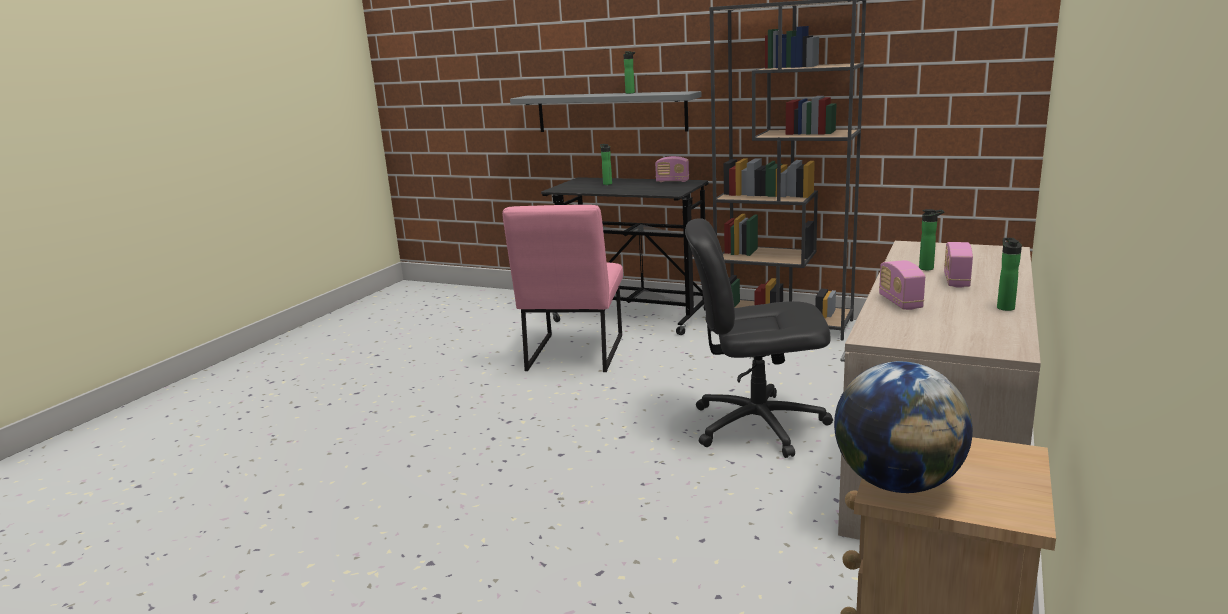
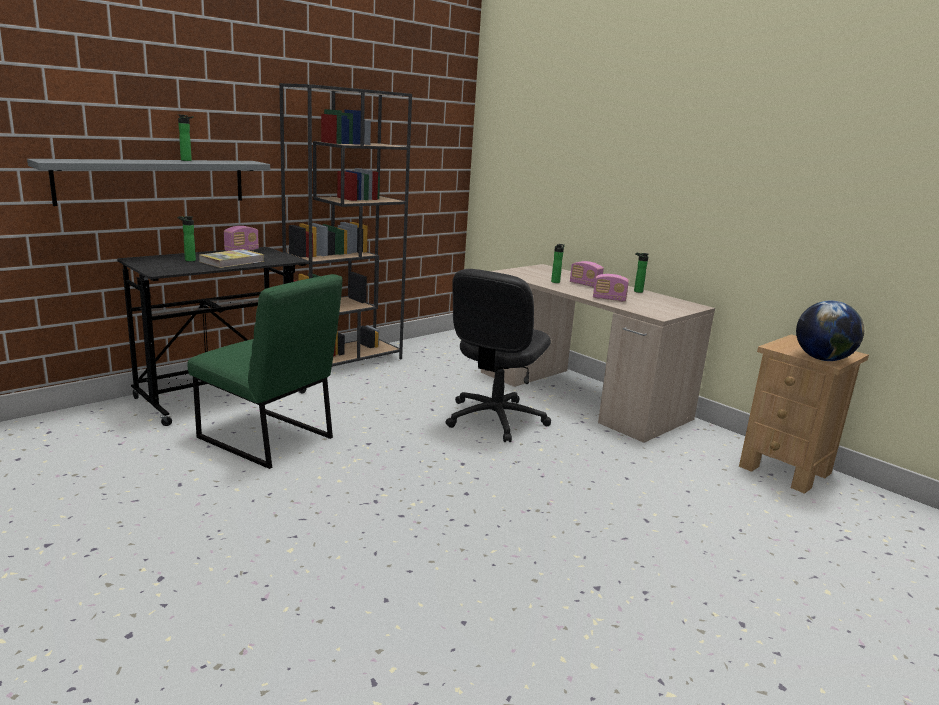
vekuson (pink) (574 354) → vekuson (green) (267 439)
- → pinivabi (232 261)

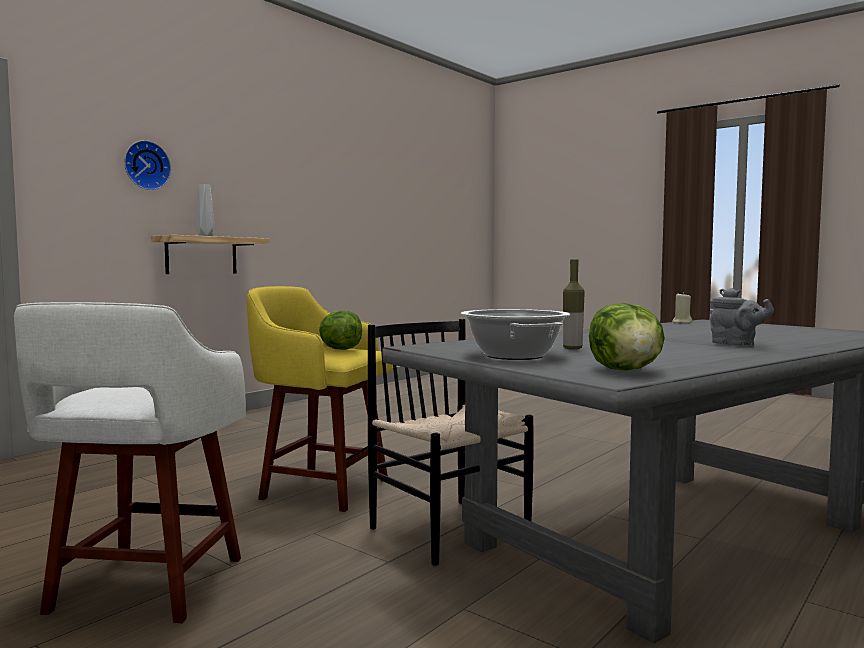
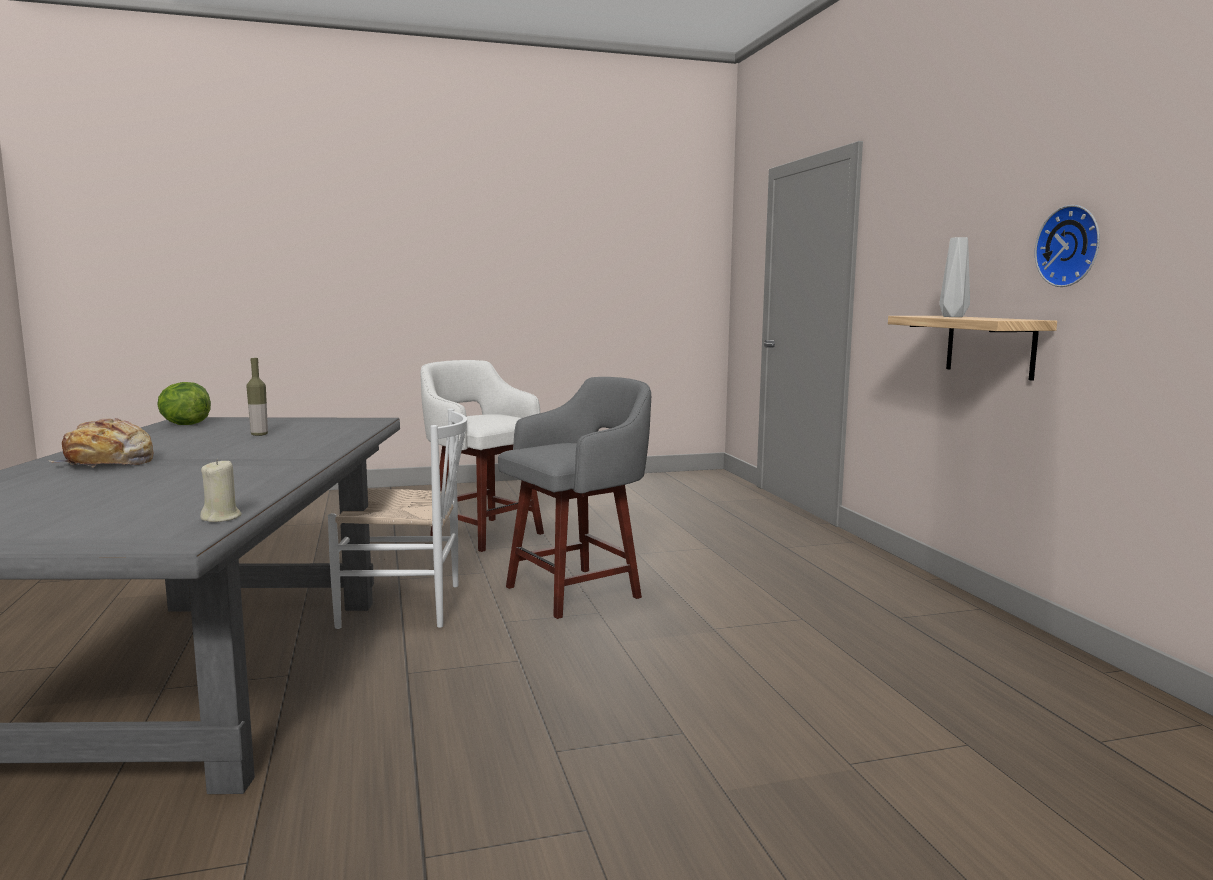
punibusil (146 165) → punibusil (1071 246), moved
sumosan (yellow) (321 489) → sumosan (grey) (577 591)
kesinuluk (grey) (736 344) → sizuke (109 463)
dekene (515 356) → -
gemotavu (340 349) → -
vekuson (black) (445 528) → vekuson (white) (407 606)

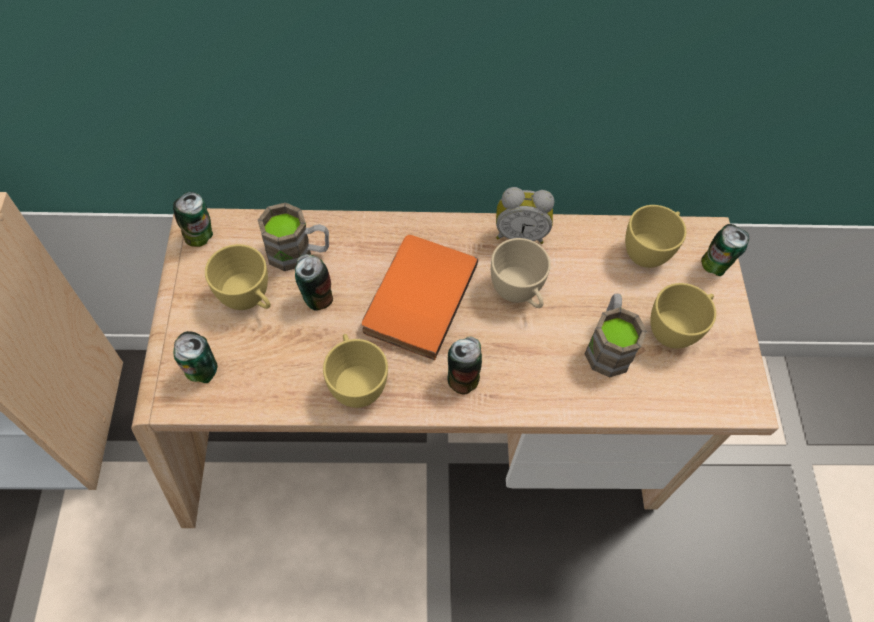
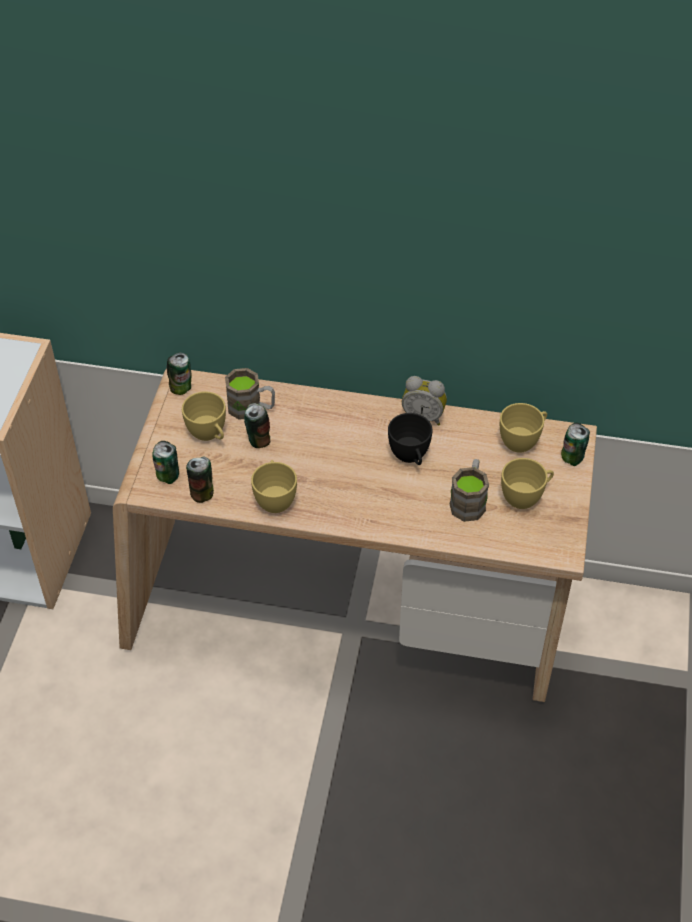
pinivabi (orange) (416 296) → -
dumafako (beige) (518 294) → dumafako (black) (410 457)
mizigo (462 378) → mizigo (202 493), moved

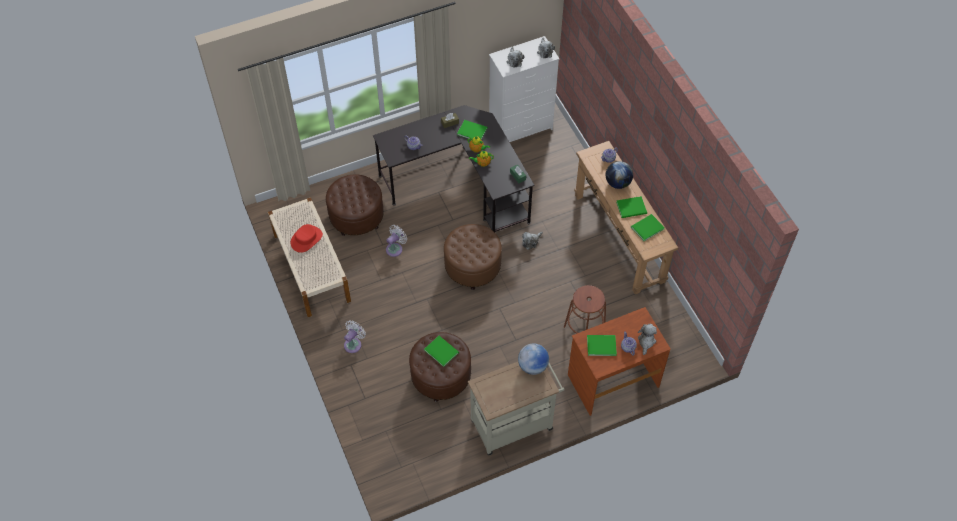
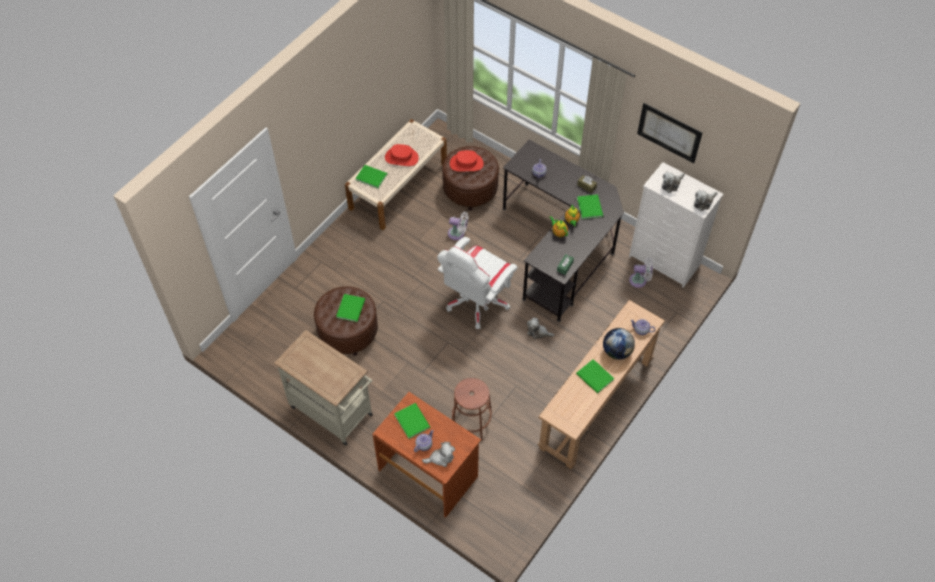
pinivabi (green) (646 228) → pinivabi (green) (371 176), moved
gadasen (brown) (472 268) → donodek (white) (477 300)
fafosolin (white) (354 343) → fafosolin (white) (640 280), moved
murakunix (532 366) → -
- → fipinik (669 132)
- → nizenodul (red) (466 163)

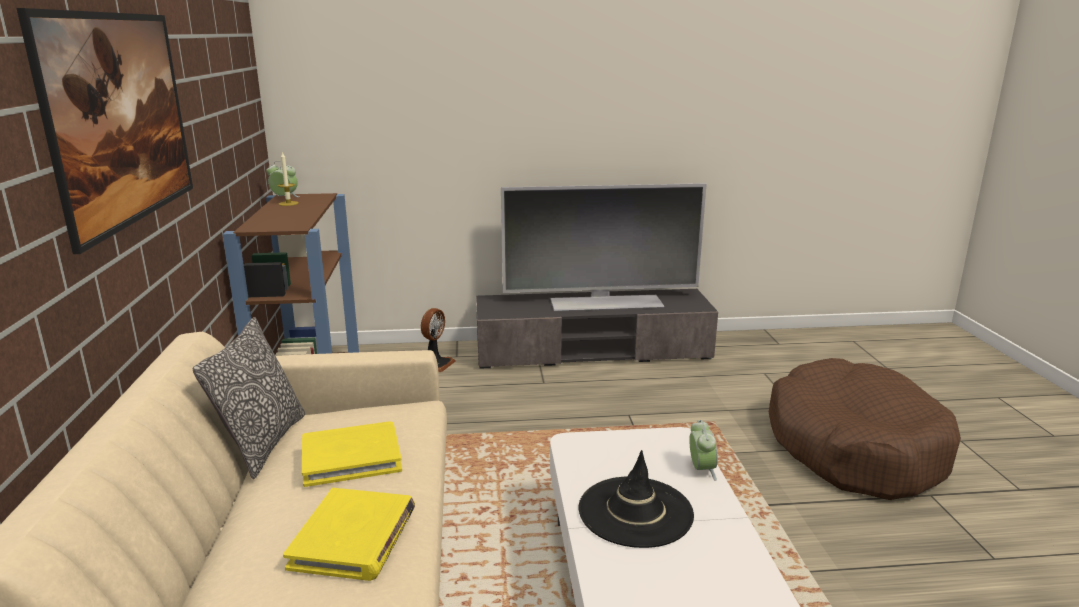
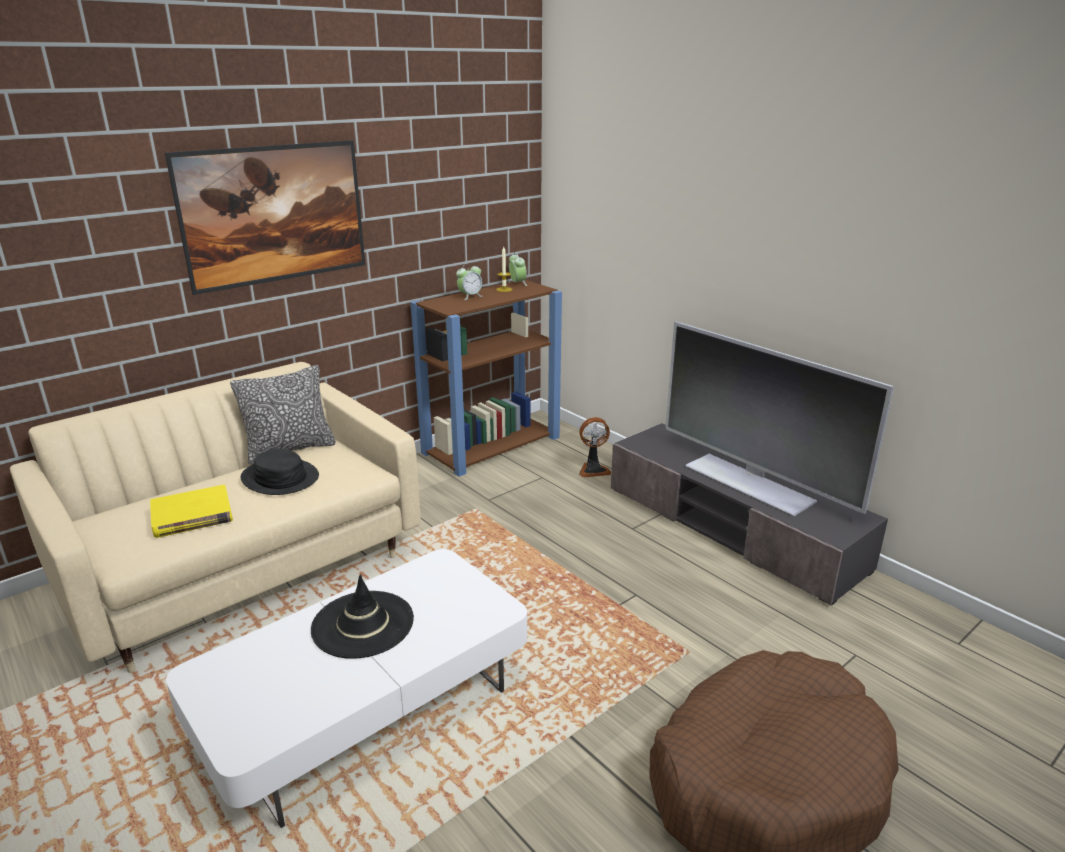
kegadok (701 470) → kegadok (470 296), moved
pinivabi (yellow) (351 457) → nizenodul (black) (280 478)

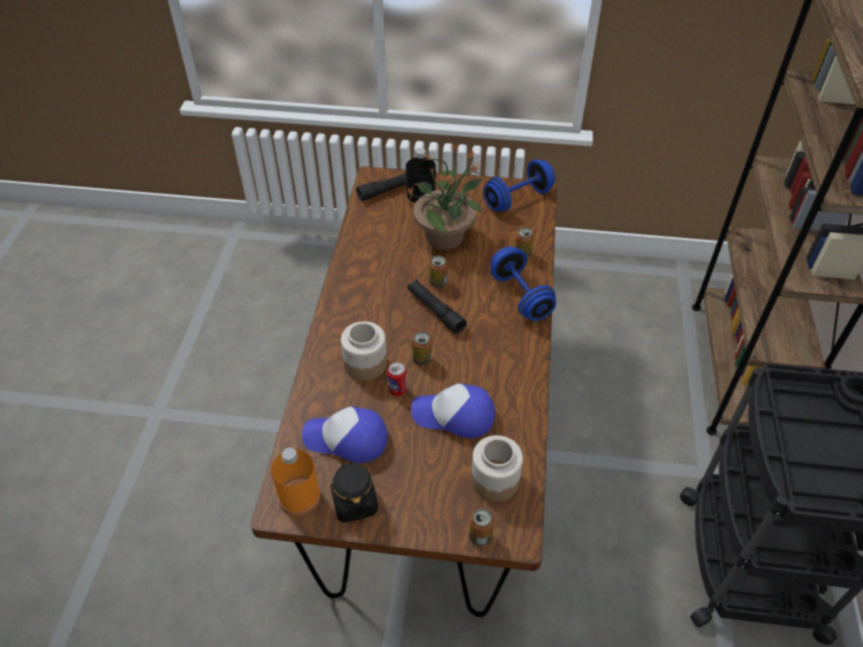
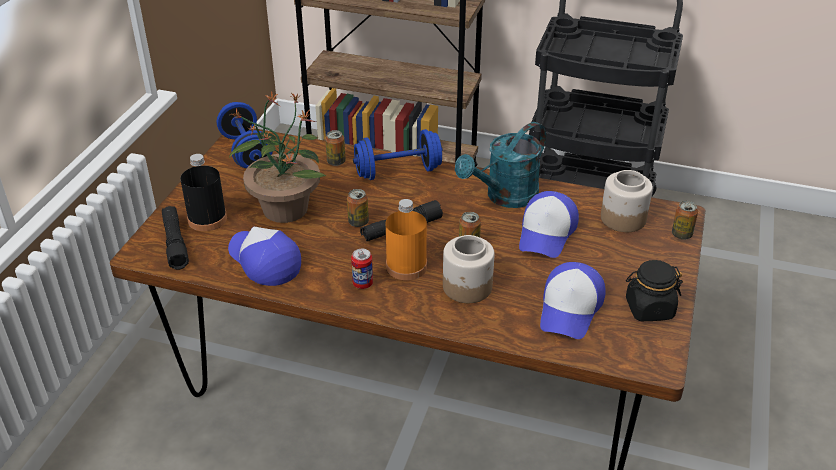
mizigo (397 390) → mizigo (362 284), moved
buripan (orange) (299 497) → buripan (orange) (406 266), moved
- → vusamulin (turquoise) (505 197)
- → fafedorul (264 261)

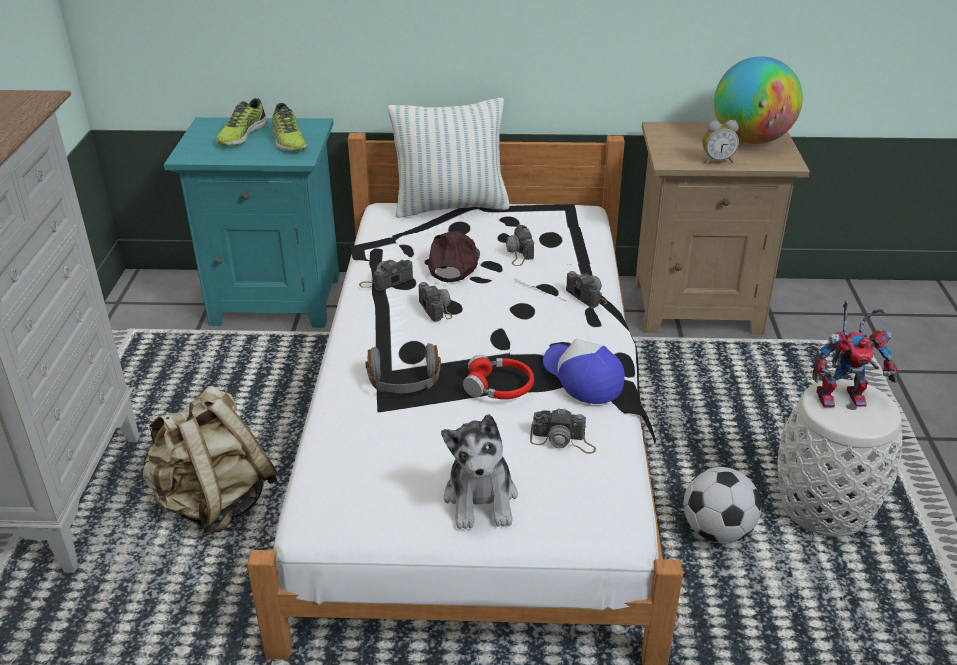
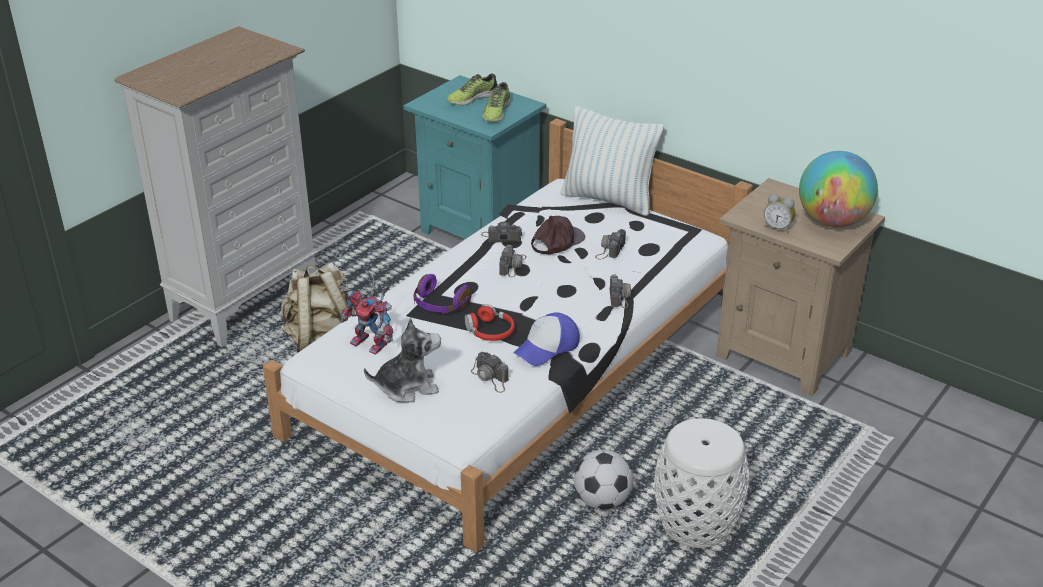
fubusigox (843 396) → fubusigox (373 344), moved
fafedorul (582 377) → fafedorul (547 347), 135 degrees counterclockwise
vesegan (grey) (404 382) → vesegan (purple) (439 305)
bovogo (481 498) → bovogo (407 387), 135 degrees counterclockwise

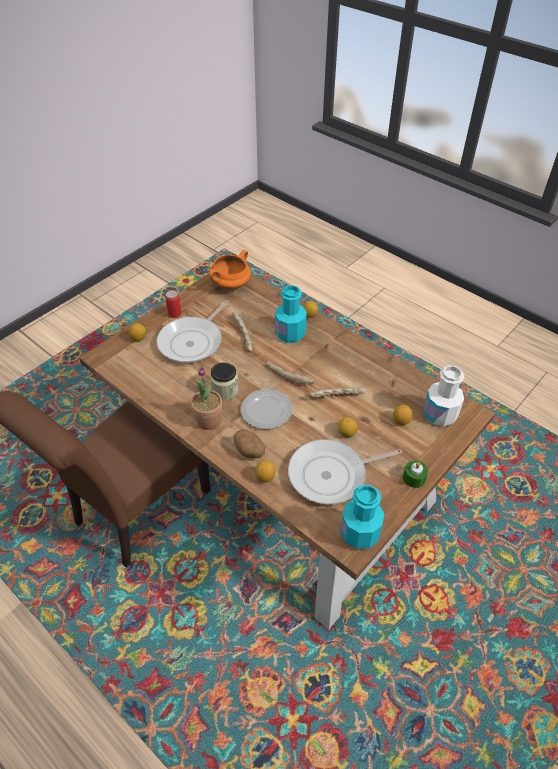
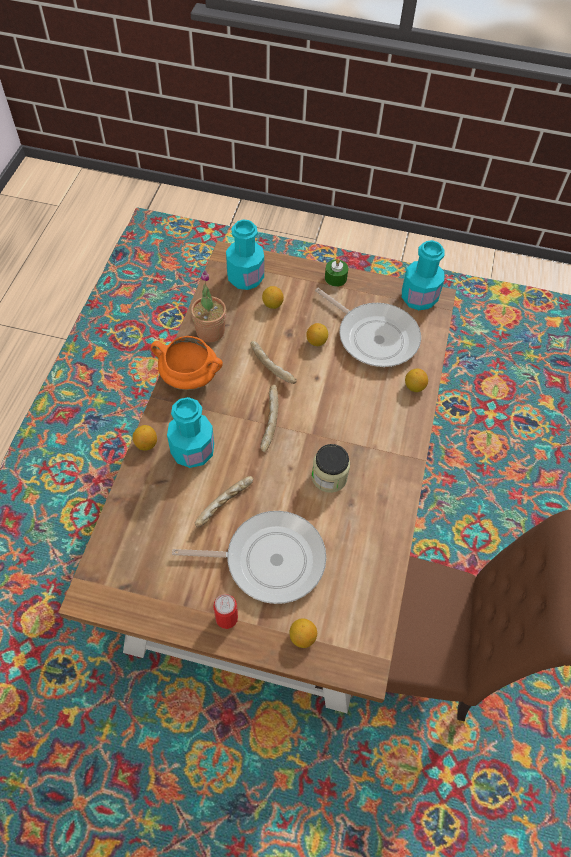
dekene (orange) (230 285) → dekene (orange) (190 377), moved
buripan (white) (440 414) → buripan (turquoise) (245 278)
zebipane (208 420) → zebipane (210 331), moved
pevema (266 410) → -
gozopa (250 451) → -

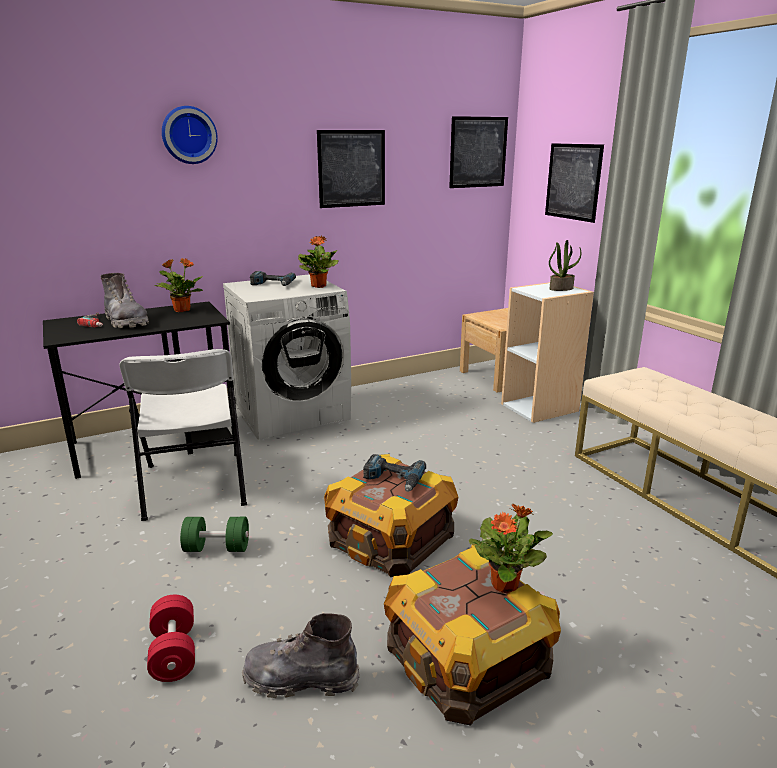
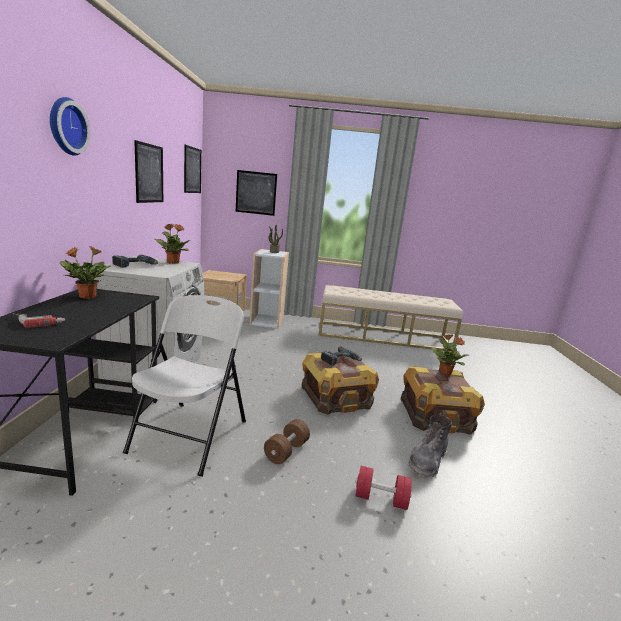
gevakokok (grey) (126 322) → -
vekuson (white) (194 485) → vekuson (white) (190 436), 90 degrees counterclockwise
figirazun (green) (217 548) → figirazun (brown) (286 451)

